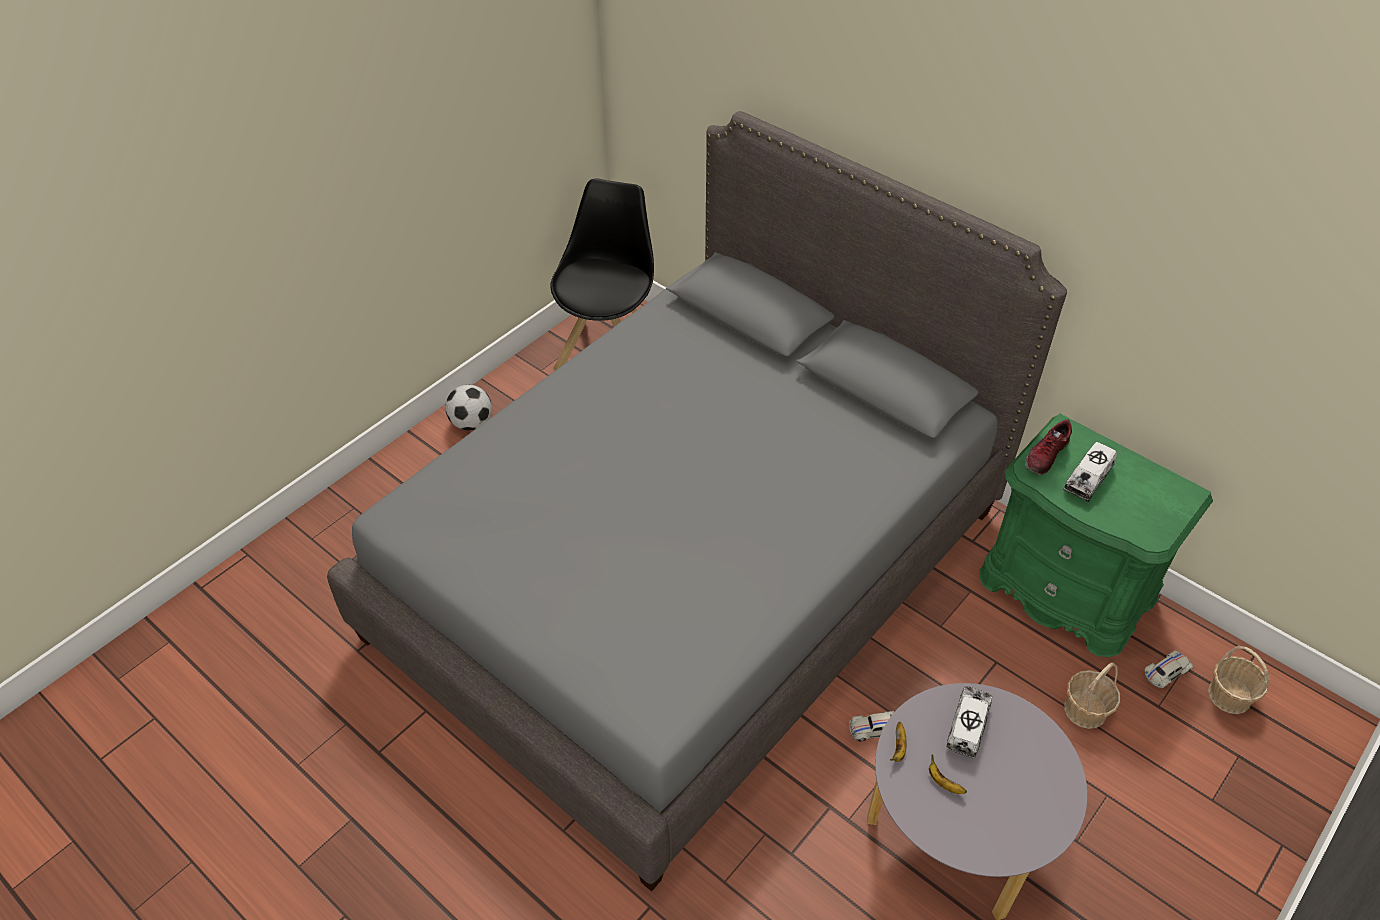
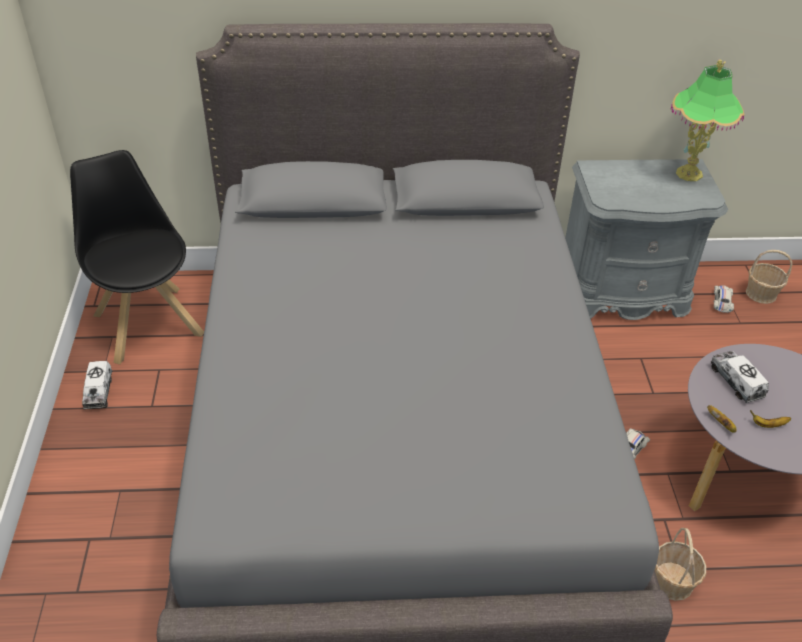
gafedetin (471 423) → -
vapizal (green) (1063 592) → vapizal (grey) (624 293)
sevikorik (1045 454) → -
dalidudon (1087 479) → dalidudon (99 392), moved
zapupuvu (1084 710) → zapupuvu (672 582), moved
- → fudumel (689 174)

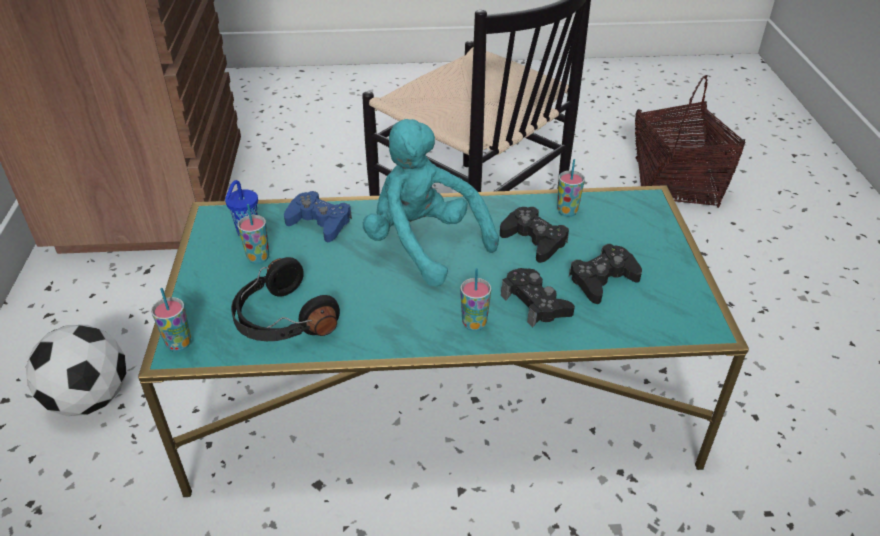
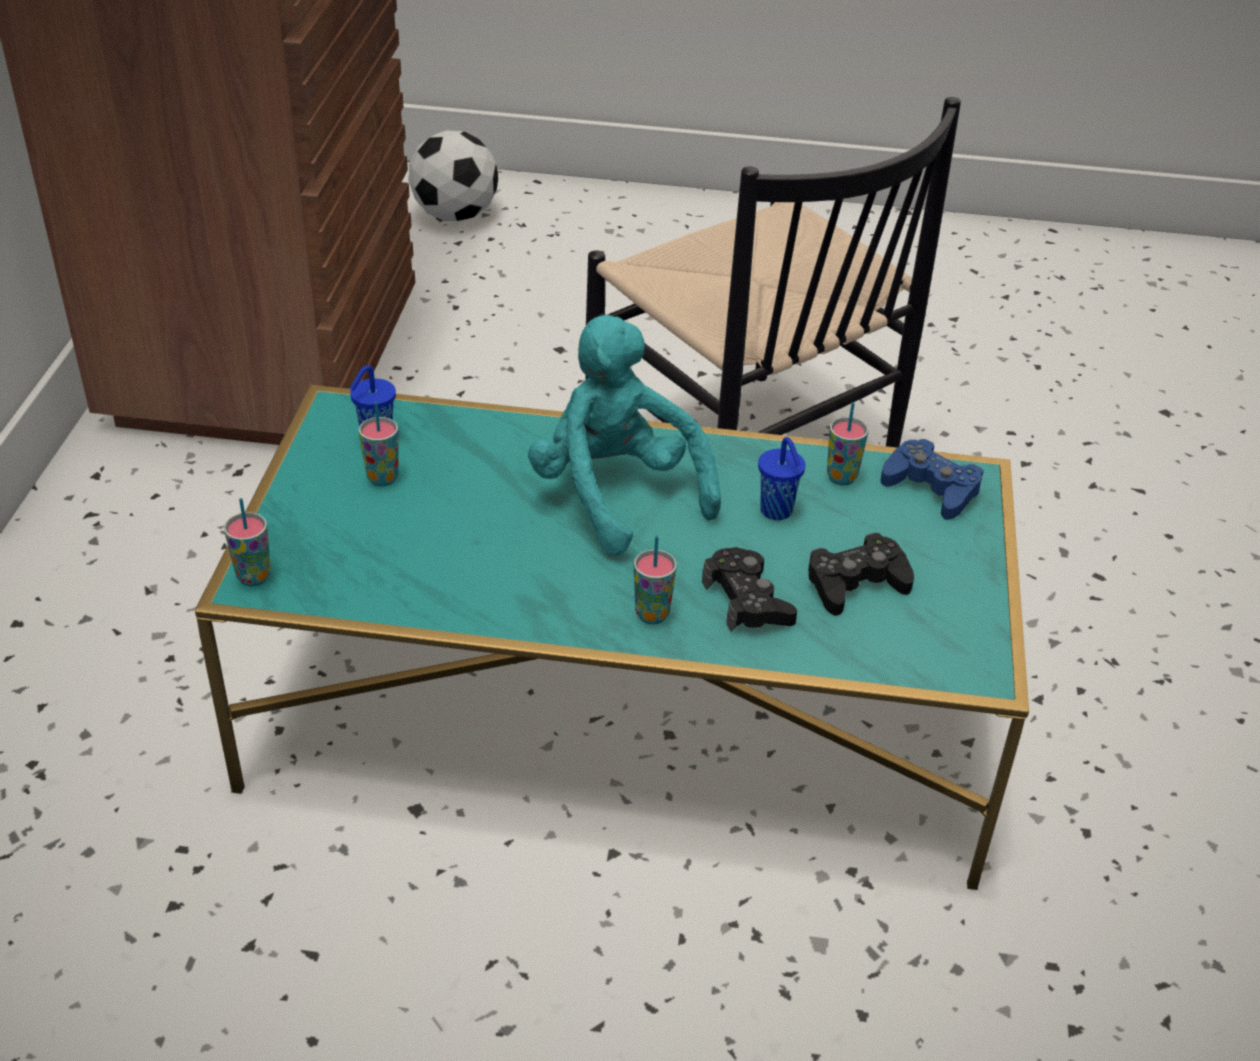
zapupuvu (675 184) → -
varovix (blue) (319 223) → varovix (blue) (931 488), moved
varovix (black) (534 240) → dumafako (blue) (777 512)
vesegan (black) (282 320) → -
gafedetin (90 399) → gafedetin (455 215), moved

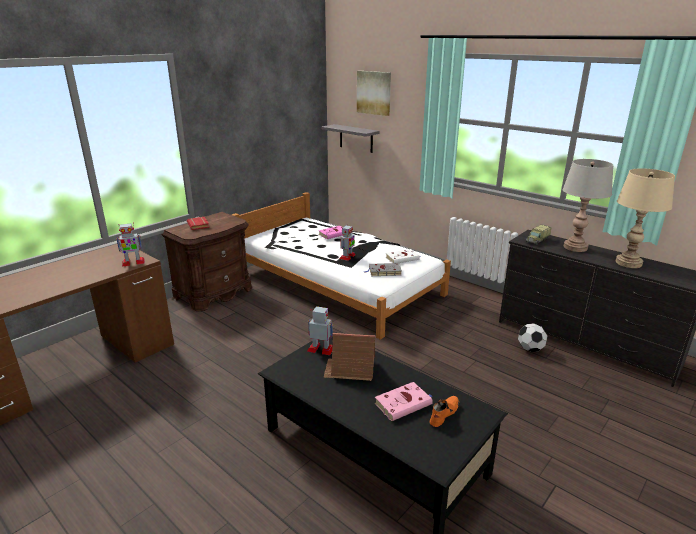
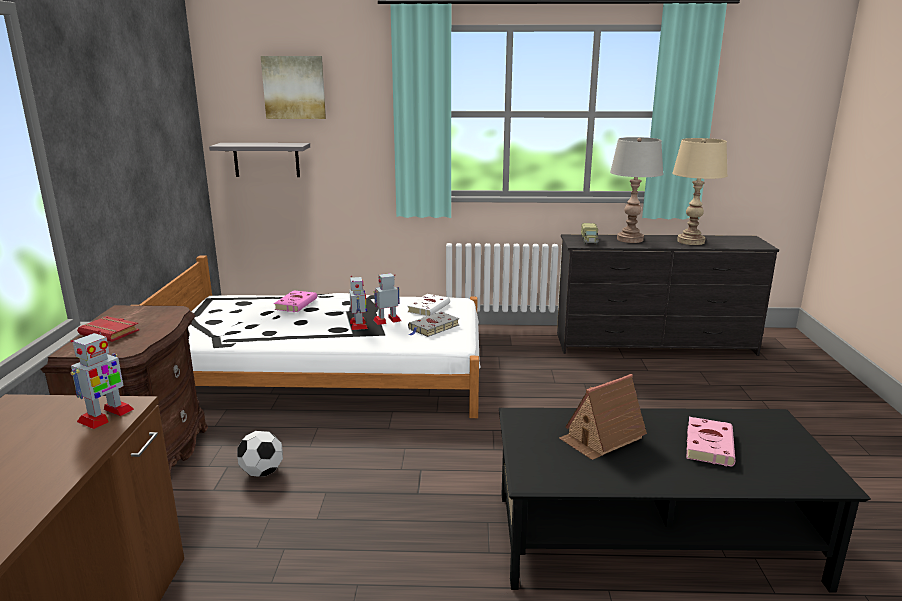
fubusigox (321 349) → fubusigox (387 320), moved
gafedetin (530 349) → gafedetin (262 472), moved
sevikorik (orange) (443 413) → -

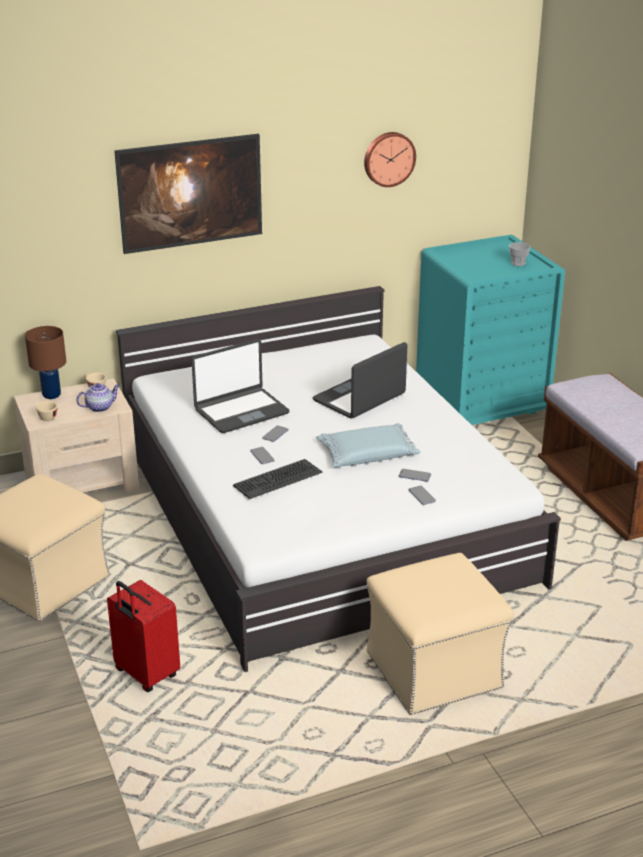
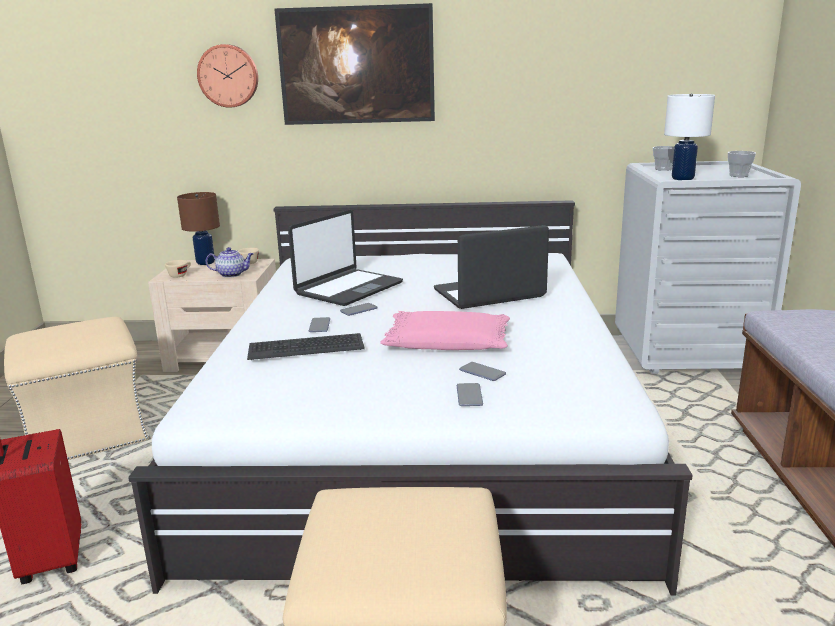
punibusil (388 158) → punibusil (228 76), moved
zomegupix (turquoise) (481 404) → zomegupix (grey) (687 355)
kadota (241 411) → kadota (348 289), 45 degrees counterclockwise
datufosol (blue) (367 451) → datufosol (pink) (447 340)
- → fudumel (white) (682 179)
- → dumafako (663 169)

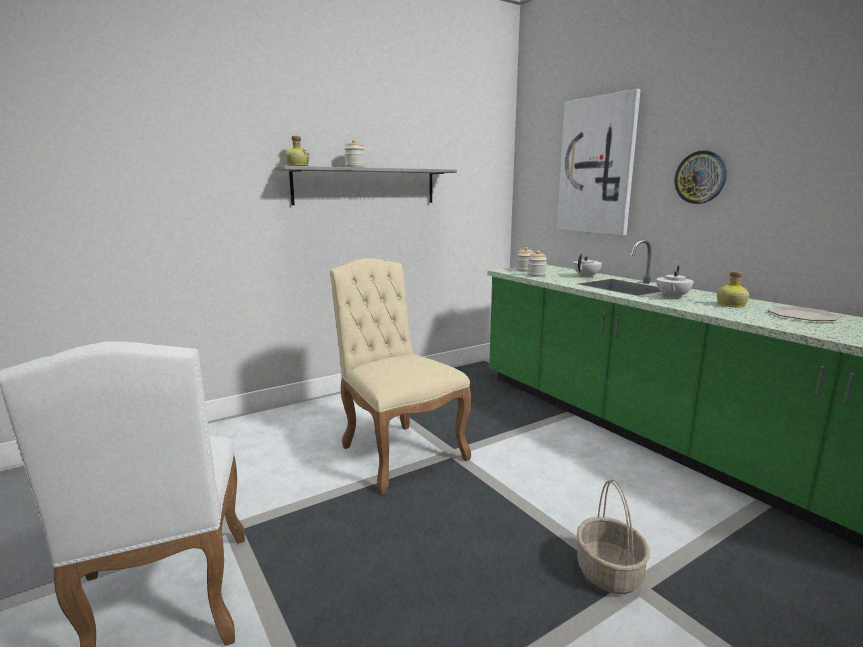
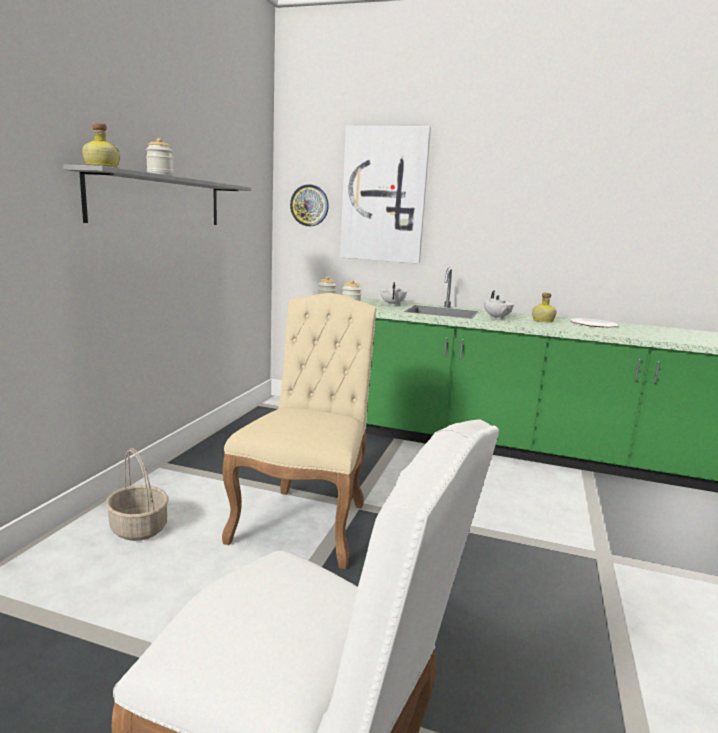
punibusil (700 177) → punibusil (309 205), moved
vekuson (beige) (398 453) → vekuson (beige) (305 522), 90 degrees clockwise
zapupuvu (609 573) → zapupuvu (139 528), moved

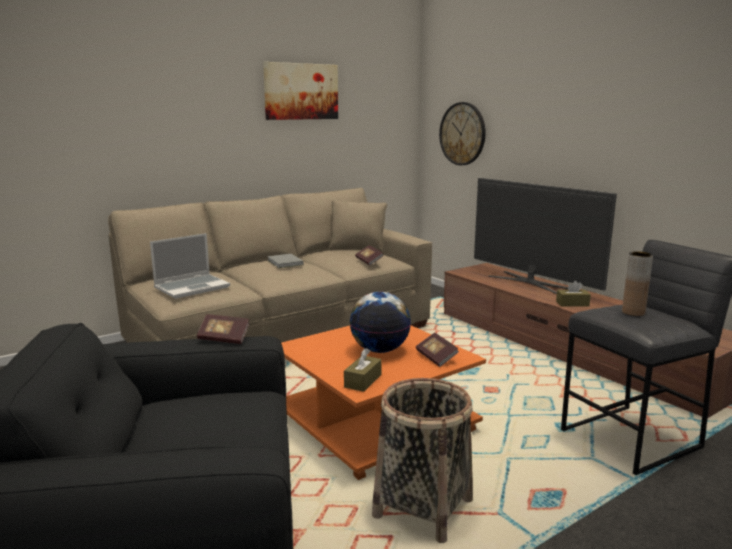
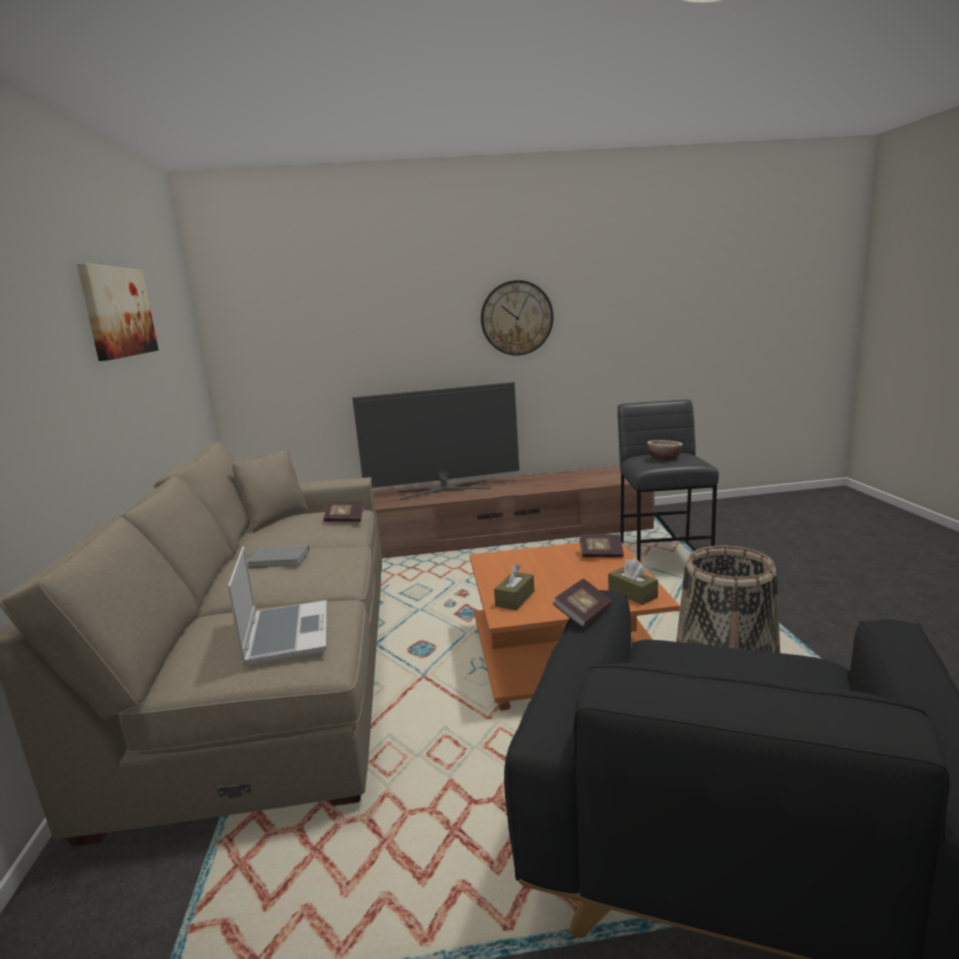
punibusil (462 134) → punibusil (516 318), moved
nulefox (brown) (633 312) → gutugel (664 458)
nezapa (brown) (572 304) → nezapa (brown) (515 599), moved
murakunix (380 350) → -

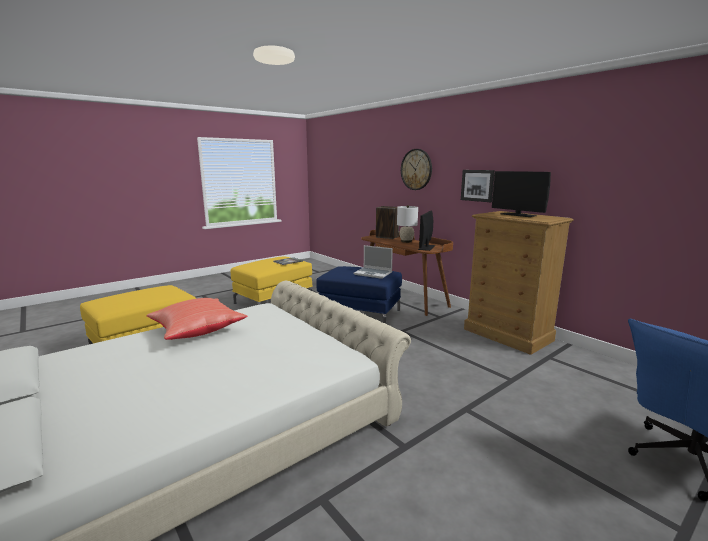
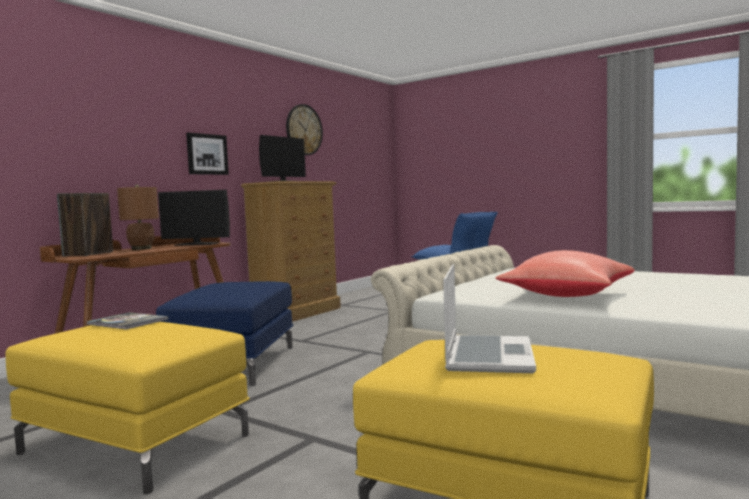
punibusil (416 169) → punibusil (303 130), moved
fudumel (white) (406 241) → fudumel (brown) (141 249)
kadota (373 273) → kadota (487 356), moved

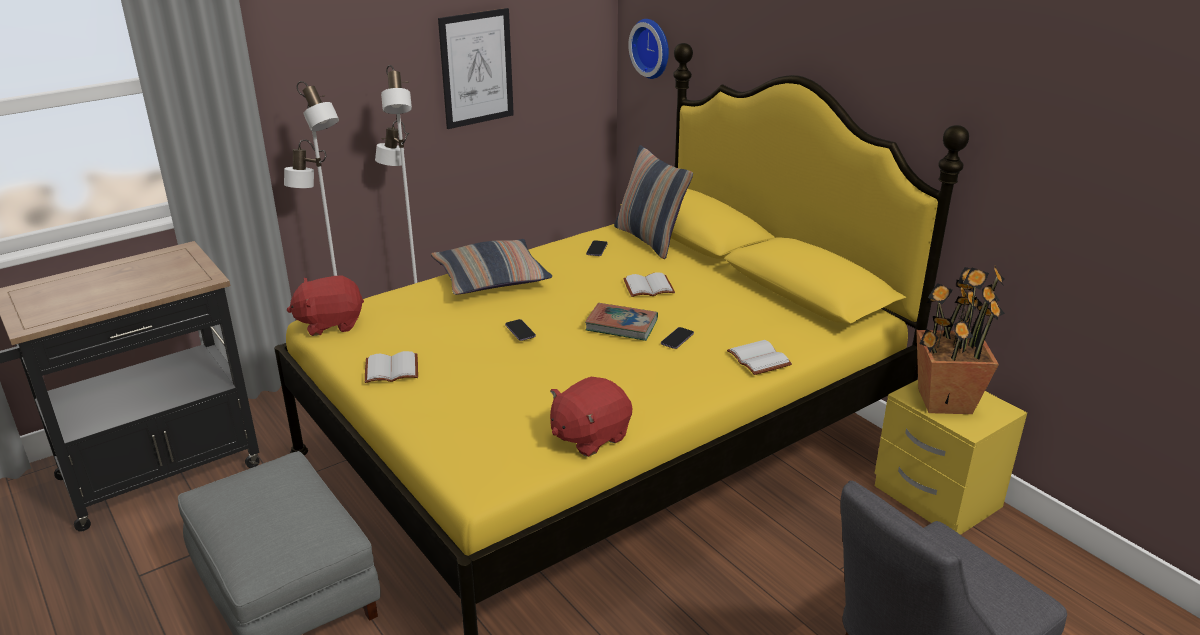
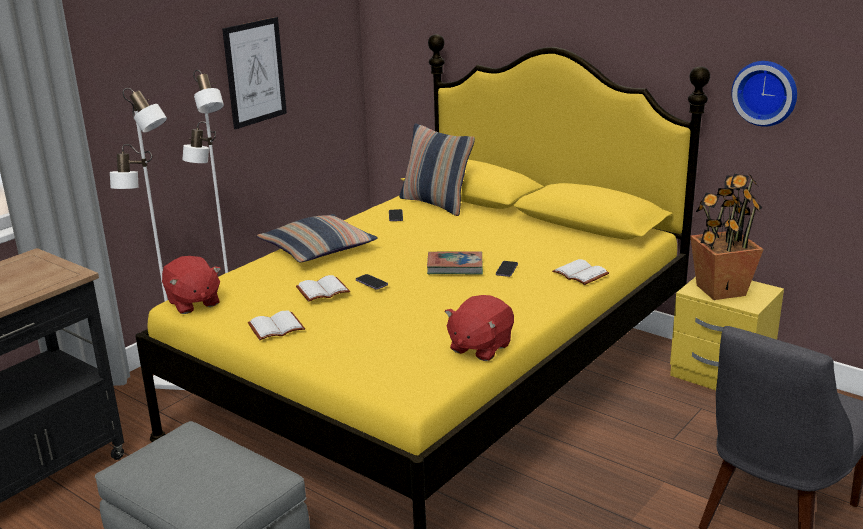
punibusil (653 48) → punibusil (766 92), moved
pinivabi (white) (648 288) → pinivabi (white) (322 291), moved
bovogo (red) (330 323) → bovogo (red) (193 303), 90 degrees counterclockwise

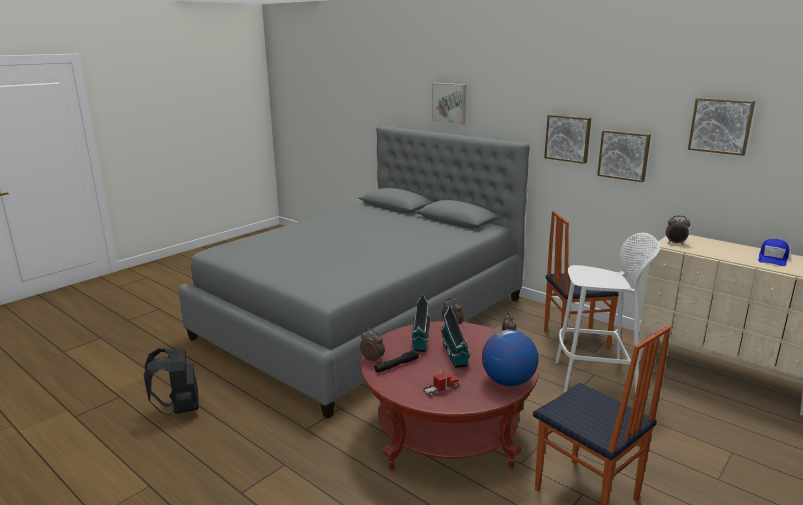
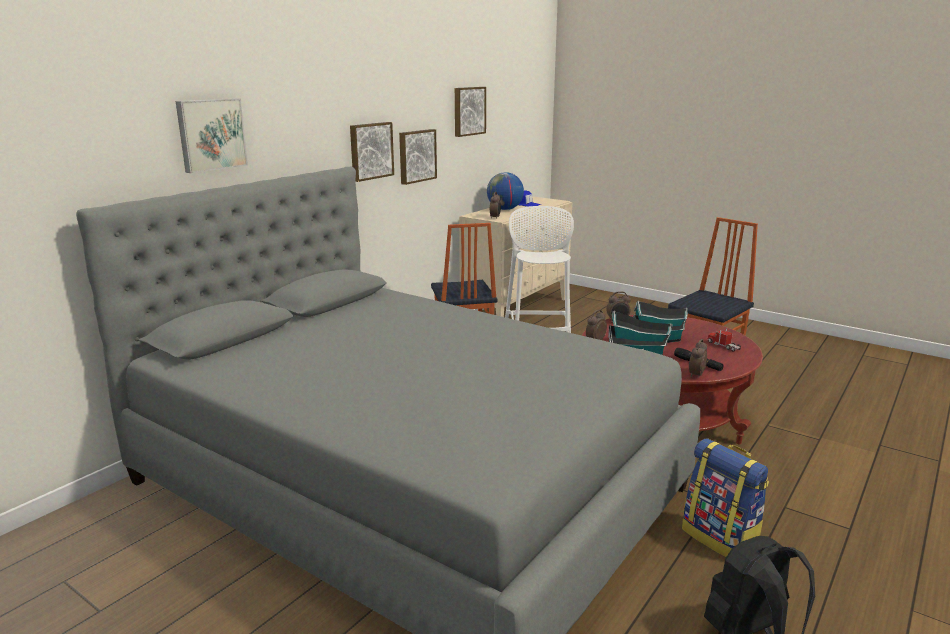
murakunix (508 381) → murakunix (504 209), moved
- → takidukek (721 538)

